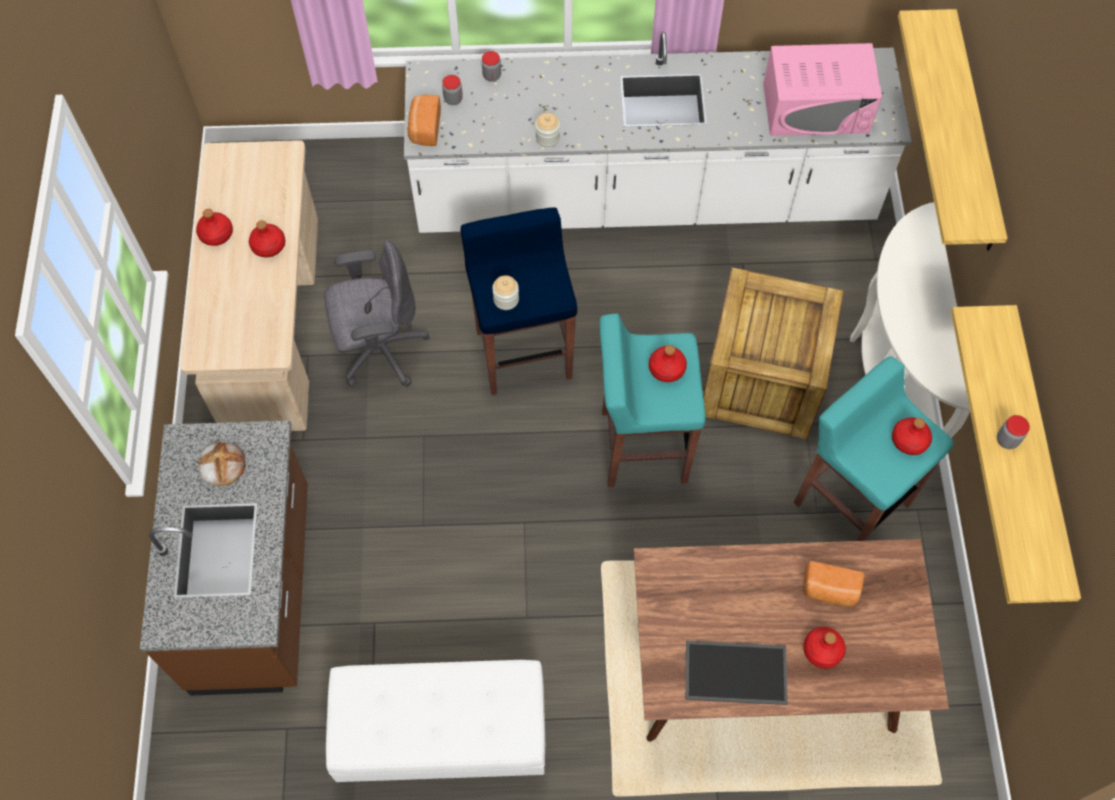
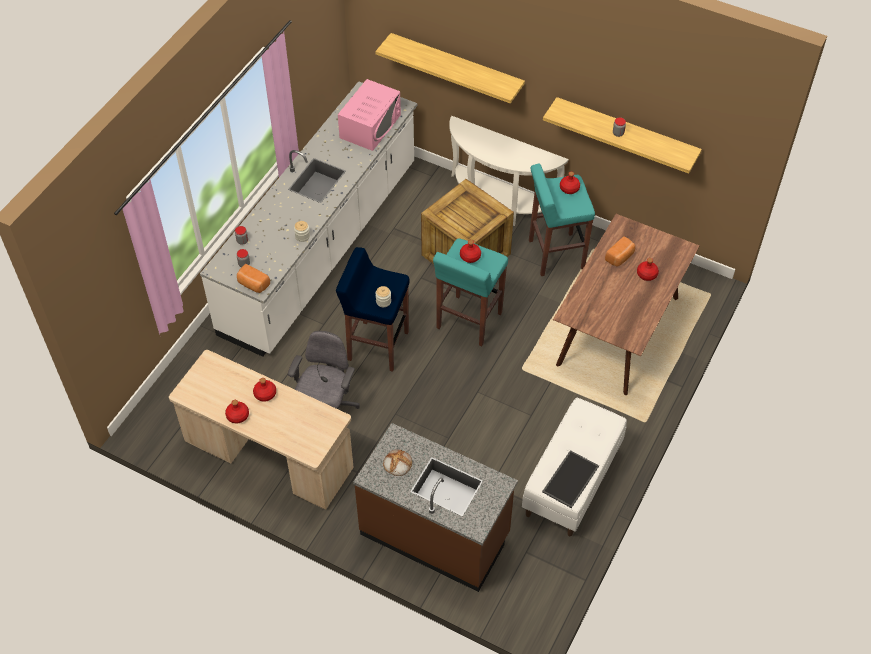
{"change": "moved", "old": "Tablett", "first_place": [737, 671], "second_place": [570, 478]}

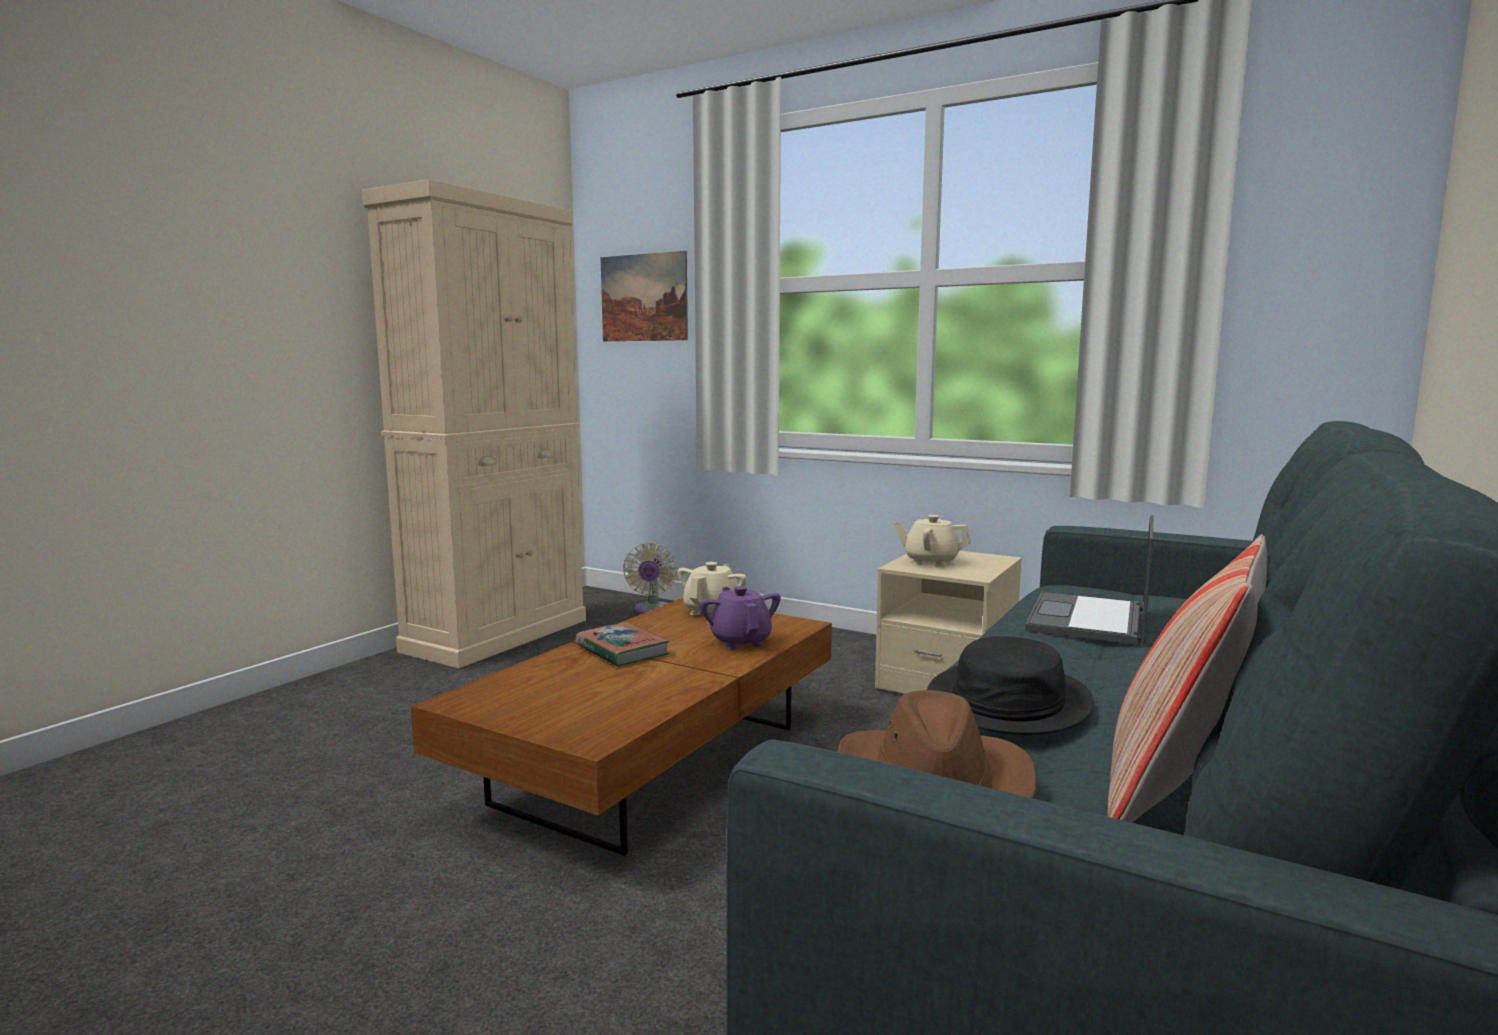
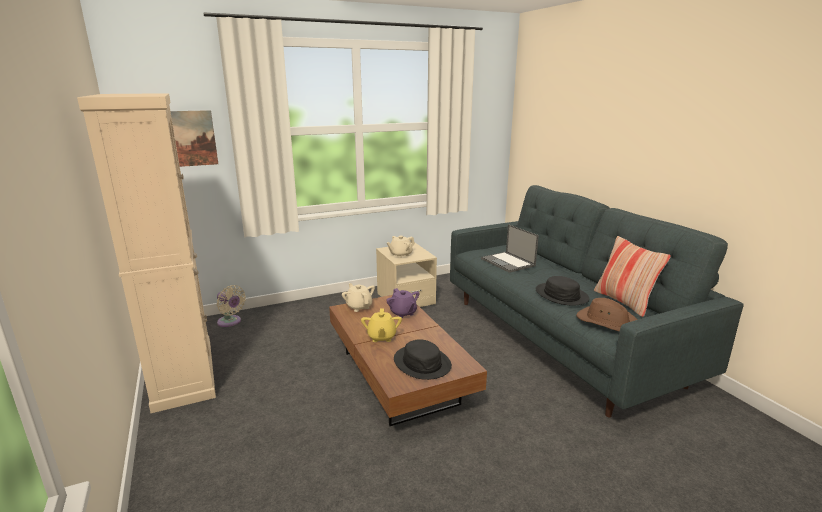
{"change": "replaced", "old": "Buch", "new": "Teekanne (gelb)", "first_place": [622, 650], "second_place": [381, 337]}
{"change": "turned", "old": "Teekanne (lila)", "first_place": [740, 641], "second_place": [403, 313], "degrees": -135}
{"change": "added", "new": "Hut (schwarz)", "second_place": [422, 363]}

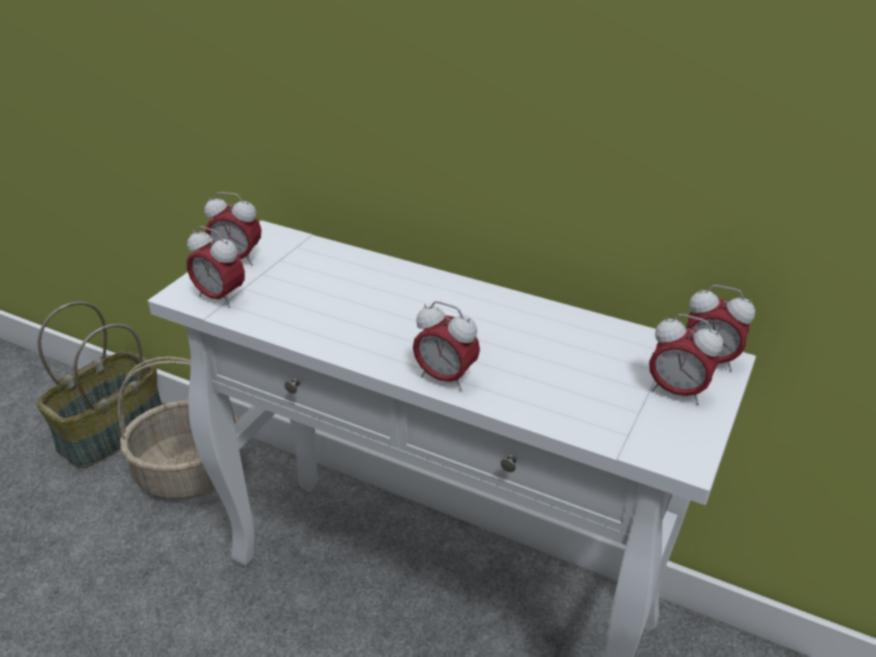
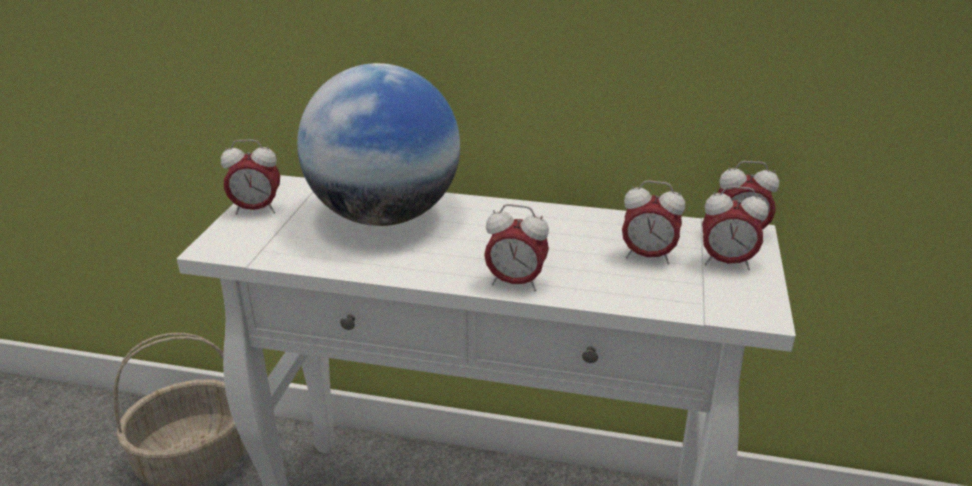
{"change": "added", "new": "Globus", "second_place": [384, 215]}
{"change": "moved", "old": "Wecker", "first_place": [220, 297], "second_place": [647, 256]}
{"change": "removed", "old": "Korb", "first_place": [112, 433]}

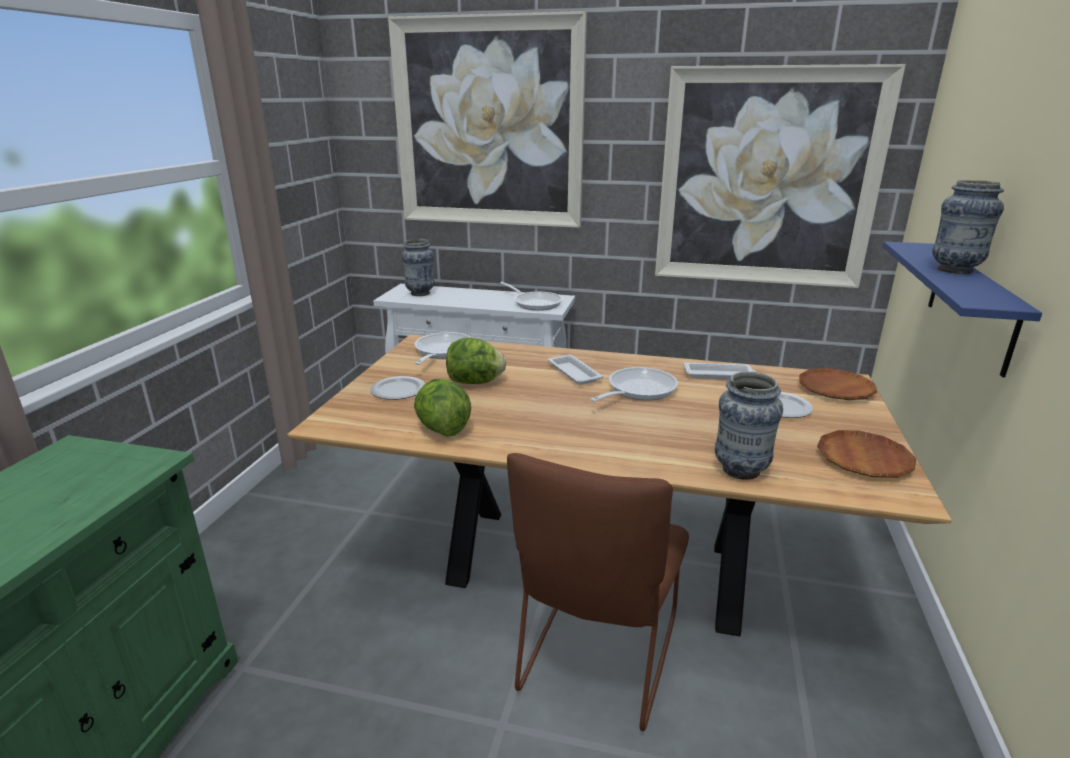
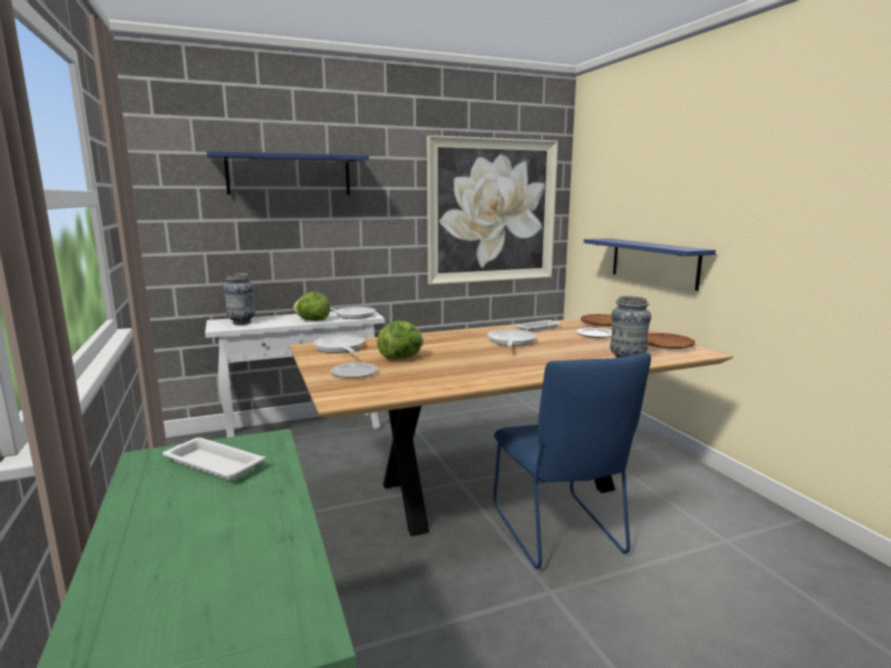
{"change": "moved", "old": "Tablett (weiß)", "first_place": [573, 373], "second_place": [212, 464]}
{"change": "replaced", "old": "Bild", "new": "Wandregal (blau)", "first_place": [489, 124], "second_place": [289, 175]}
{"change": "moved", "old": "Salatkopf", "first_place": [442, 429], "second_place": [312, 320]}
{"change": "recoloured", "old": "Stuhl (braun)", "new": "Stuhl (blau)", "first_place": [597, 659], "second_place": [559, 533]}
{"change": "removed", "old": "Vase", "first_place": [955, 270]}

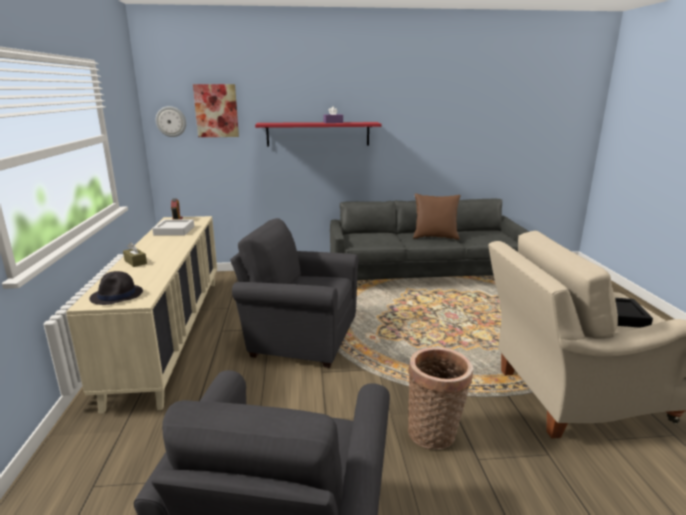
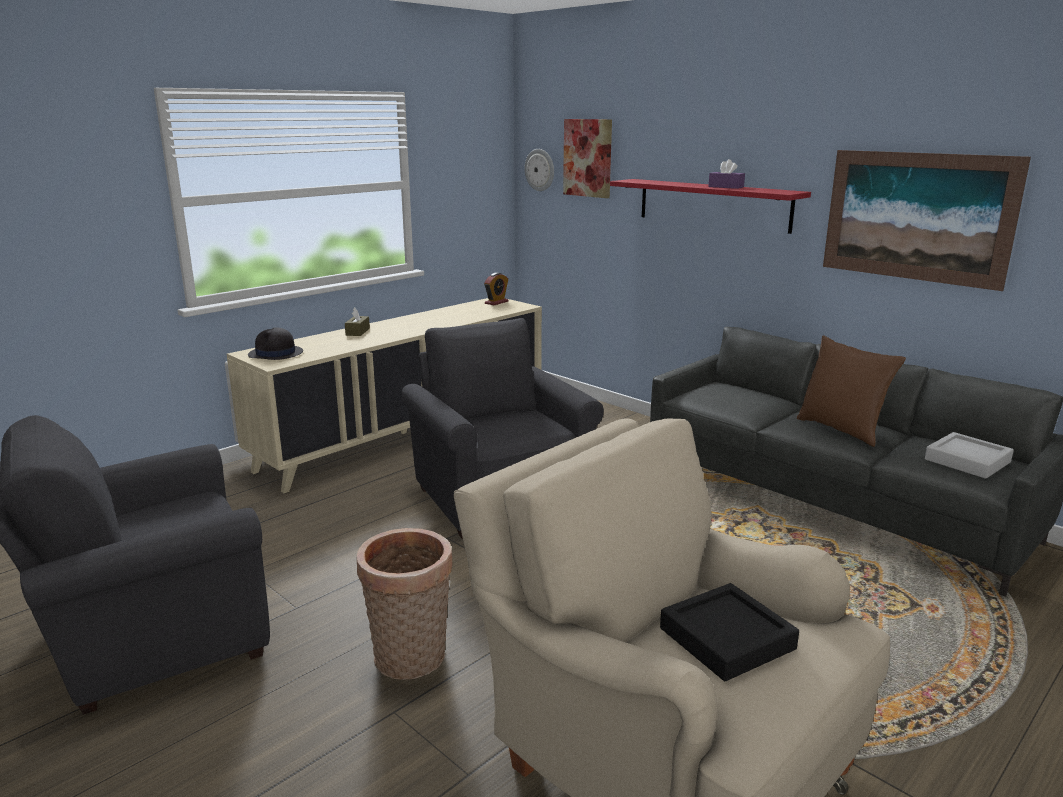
{"change": "added", "new": "Bild", "second_place": [917, 216]}
{"change": "moved", "old": "Tablett (grau)", "first_place": [174, 231], "second_place": [967, 461]}

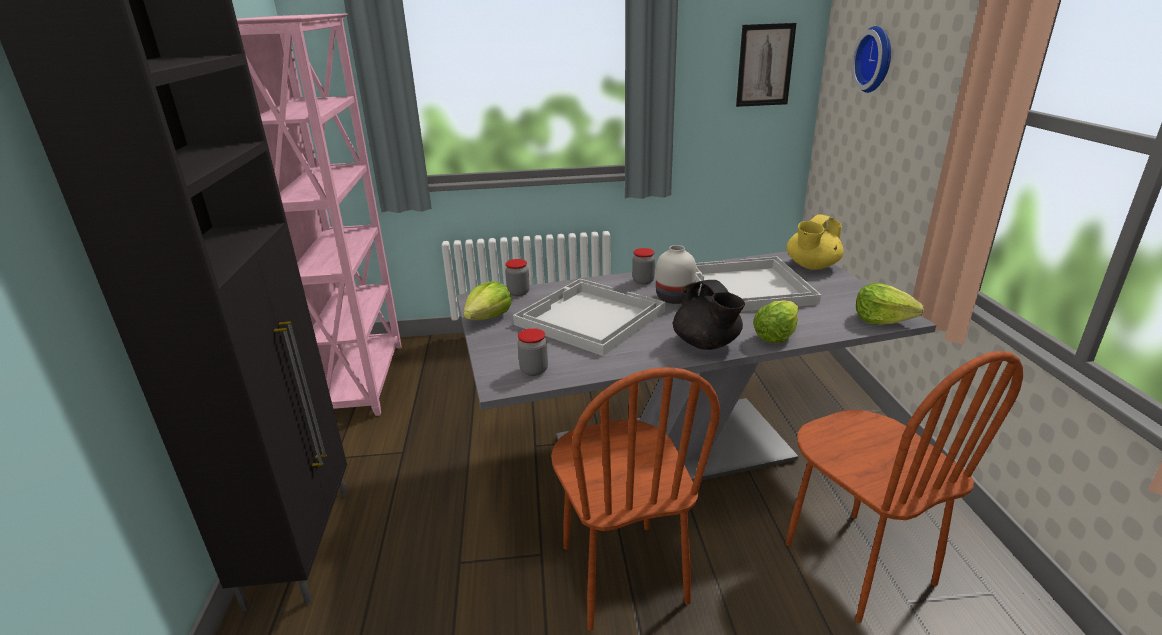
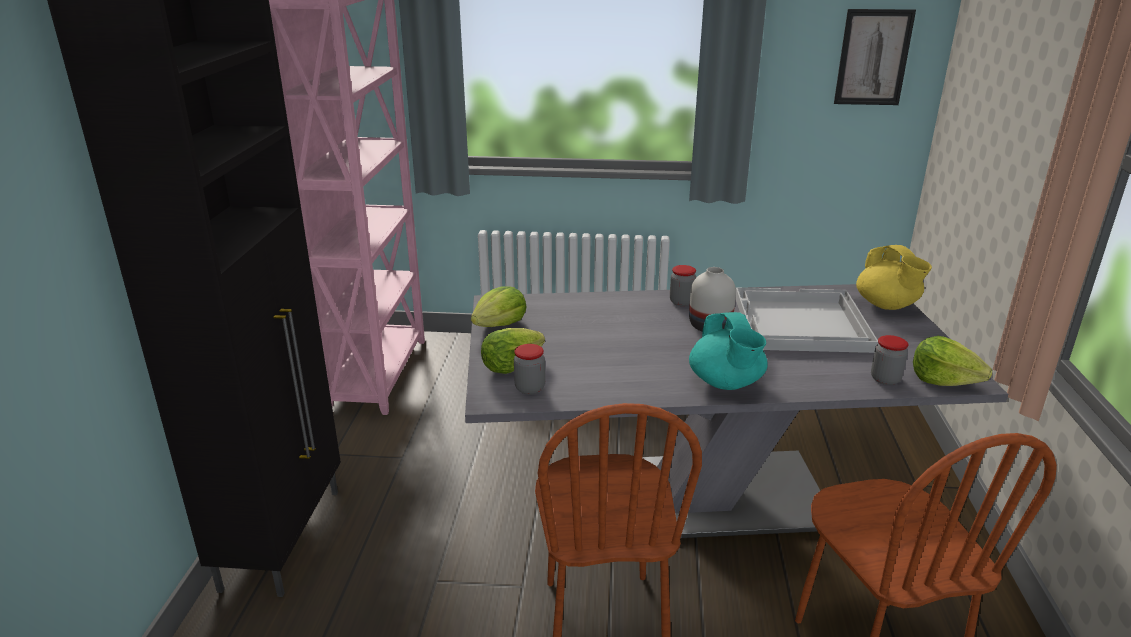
{"change": "moved", "old": "Salatkopf", "first_place": [775, 336], "second_place": [510, 366]}
{"change": "recoloured", "old": "Teekanne (schwarz)", "new": "Teekanne (türkis)", "first_place": [707, 344], "second_place": [726, 383]}
{"change": "turned", "old": "Teekanne (gelb)", "first_place": [811, 266], "second_place": [887, 305], "degrees": -75}
{"change": "moved", "old": "Vorratsglas", "first_place": [518, 292], "second_place": [885, 379]}
{"change": "removed", "old": "Tablett (weiß)", "first_place": [588, 318]}
{"change": "removed", "old": "Wanduhr", "first_place": [876, 59]}

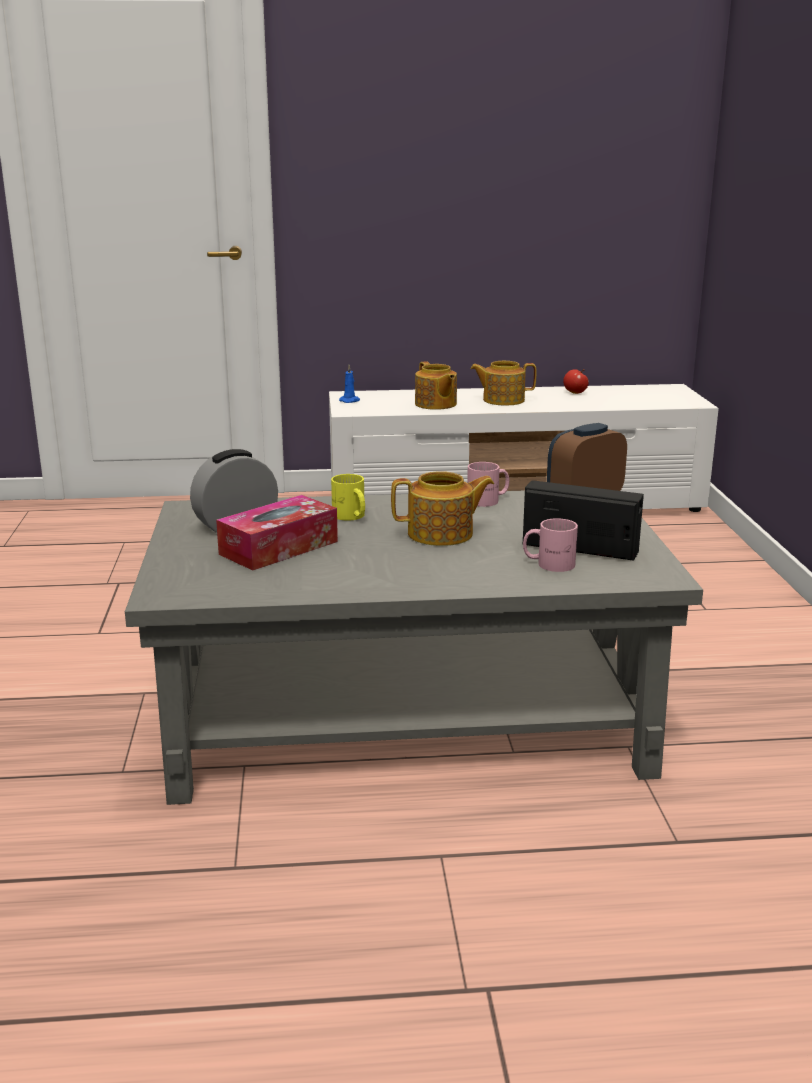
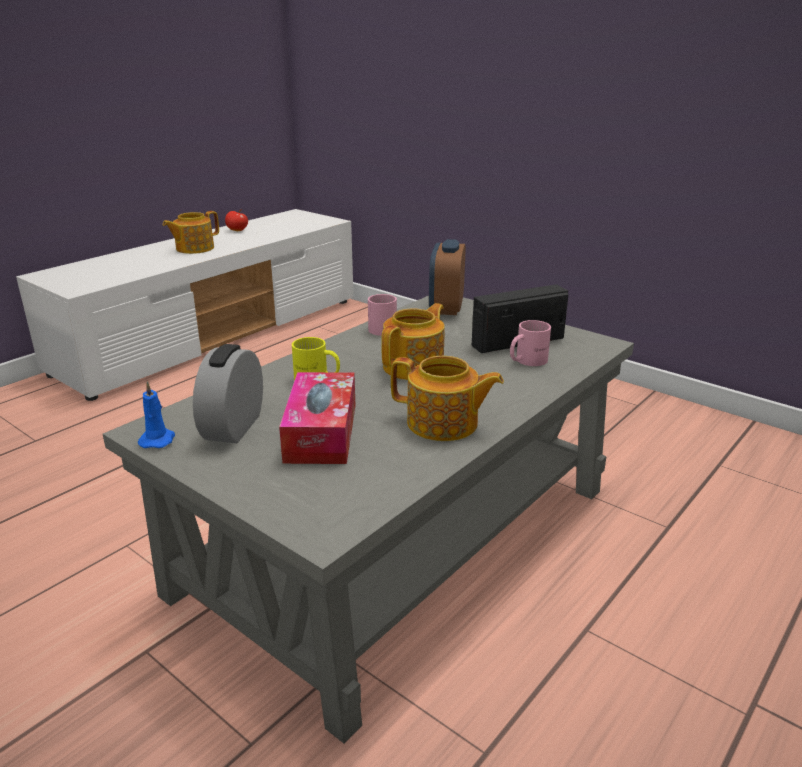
{"change": "moved", "old": "Kerze (blau)", "first_place": [350, 401], "second_place": [158, 439]}
{"change": "moved", "old": "Teekanne", "first_place": [435, 404], "second_place": [443, 424]}

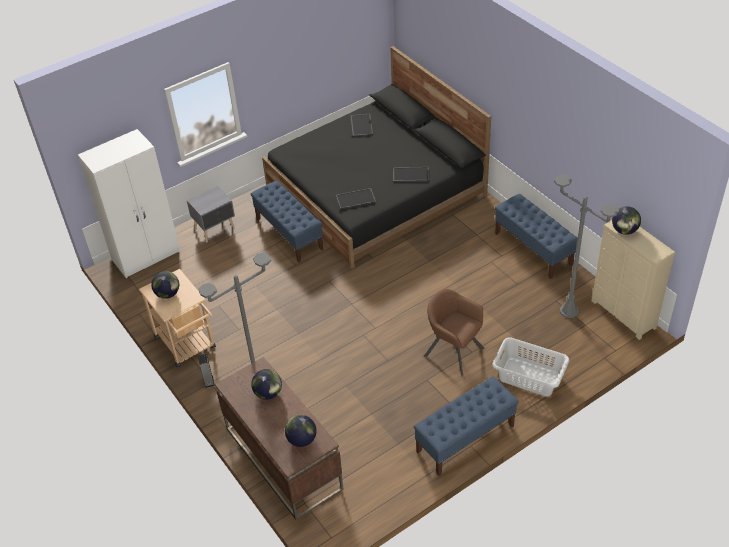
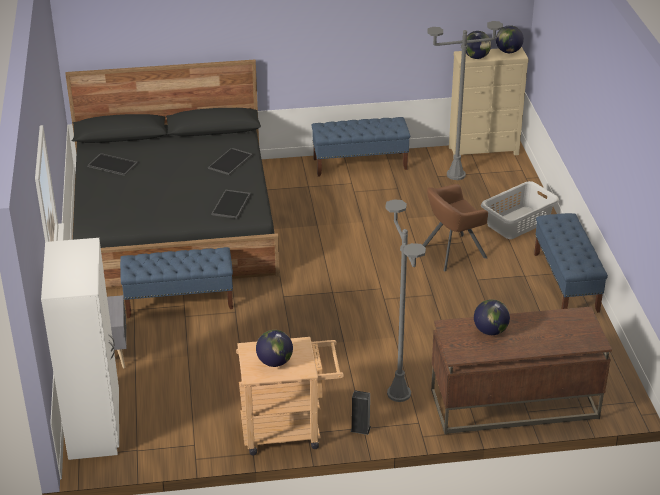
{"change": "moved", "old": "Globus", "first_place": [302, 439], "second_place": [508, 51]}

